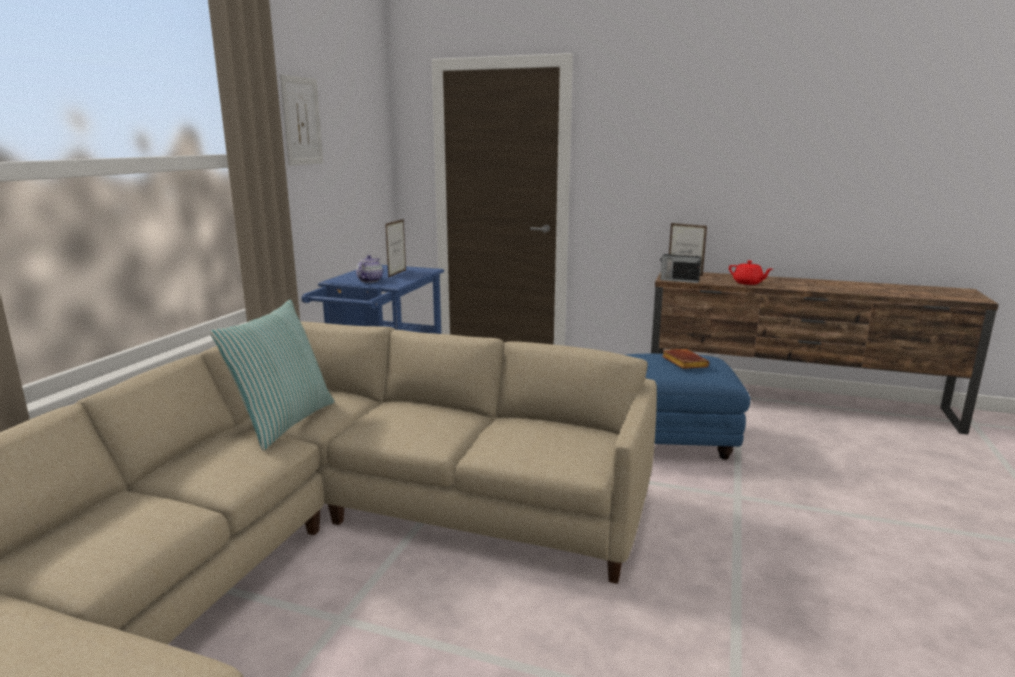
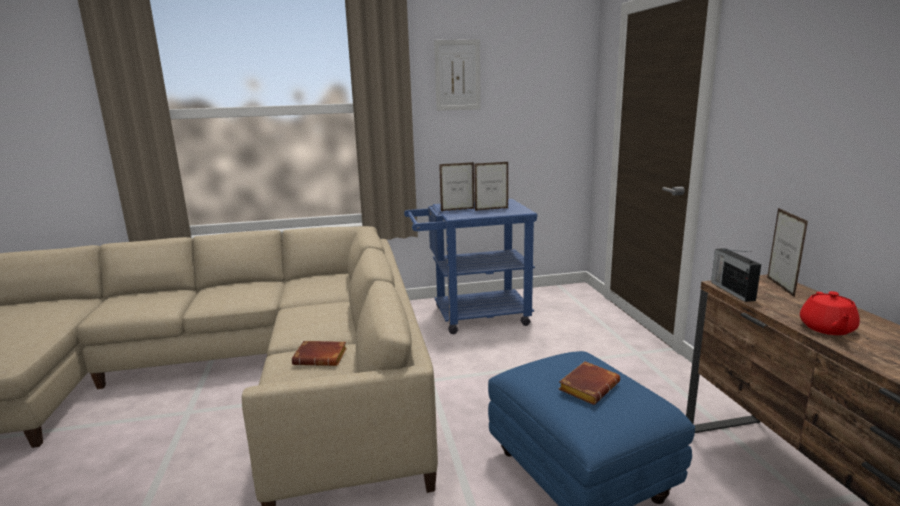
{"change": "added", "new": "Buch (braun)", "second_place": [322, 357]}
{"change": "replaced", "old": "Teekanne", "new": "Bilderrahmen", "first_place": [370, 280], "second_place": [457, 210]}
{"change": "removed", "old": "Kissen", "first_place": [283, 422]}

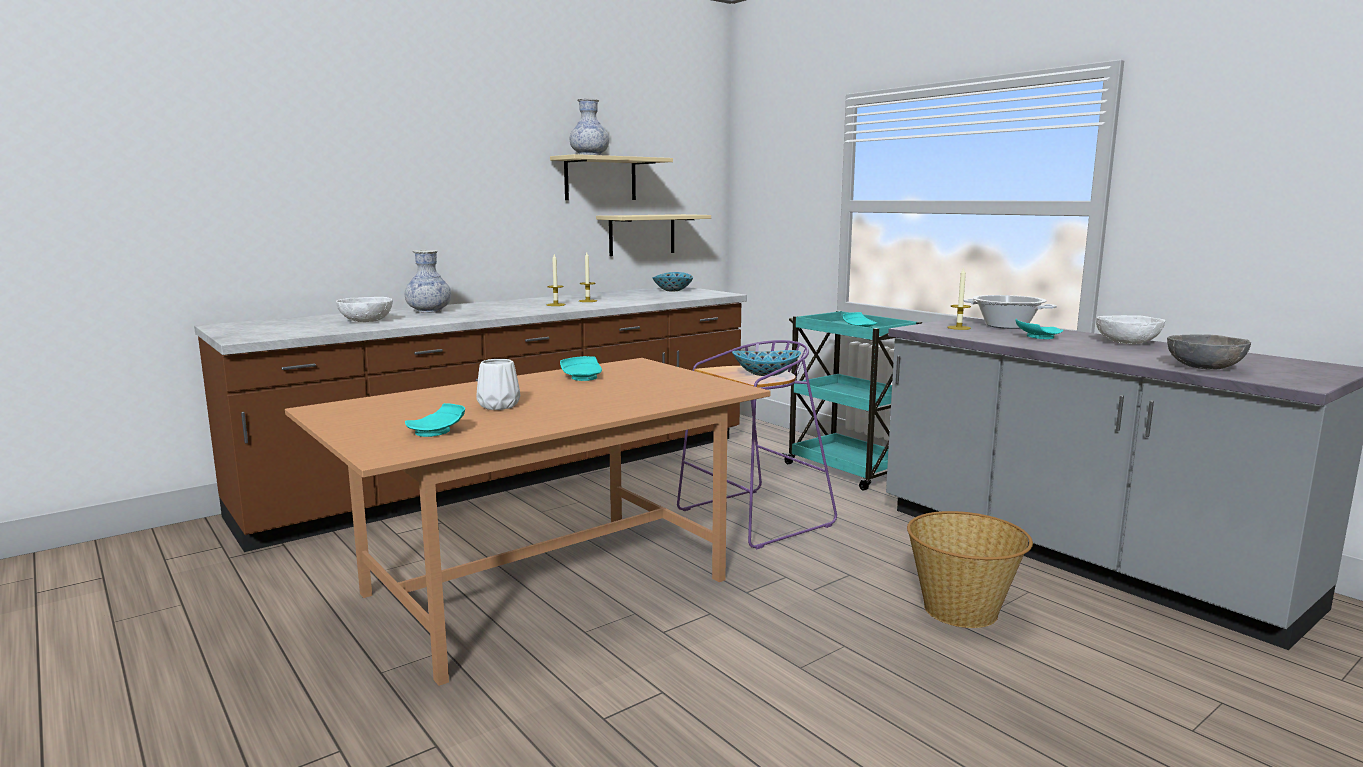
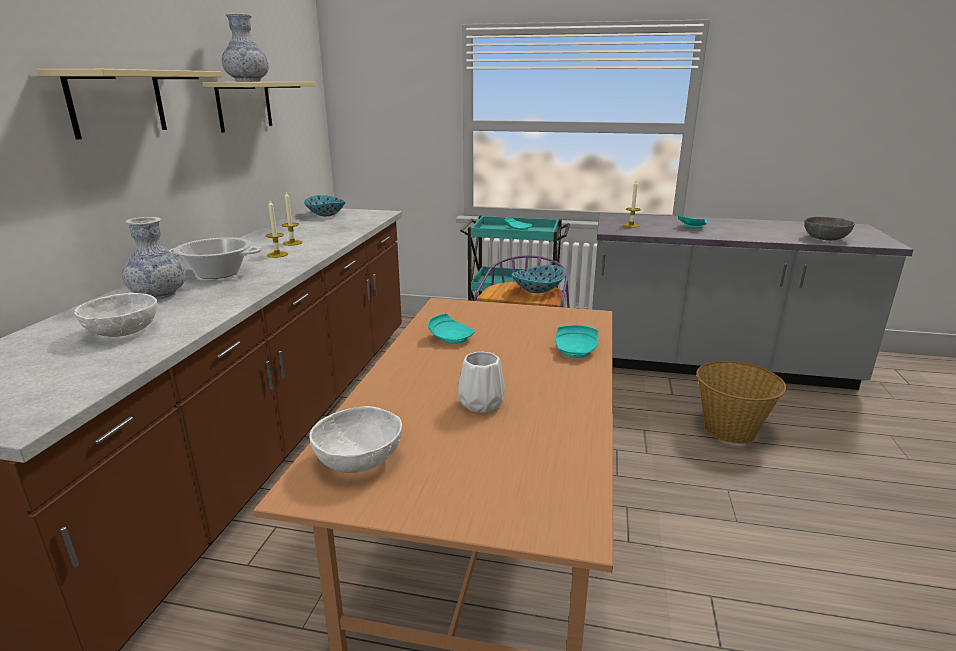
{"change": "moved", "old": "Wandregal (beige)", "first_place": [642, 234], "second_place": [117, 102]}
{"change": "moved", "old": "Kochtopf", "first_place": [1006, 326], "second_place": [218, 273]}
{"change": "moved", "old": "Schüssel (weiß)", "first_place": [1127, 343], "second_place": [359, 459]}
{"change": "moved", "old": "Teller (türkis)", "first_place": [437, 431], "second_place": [576, 350]}

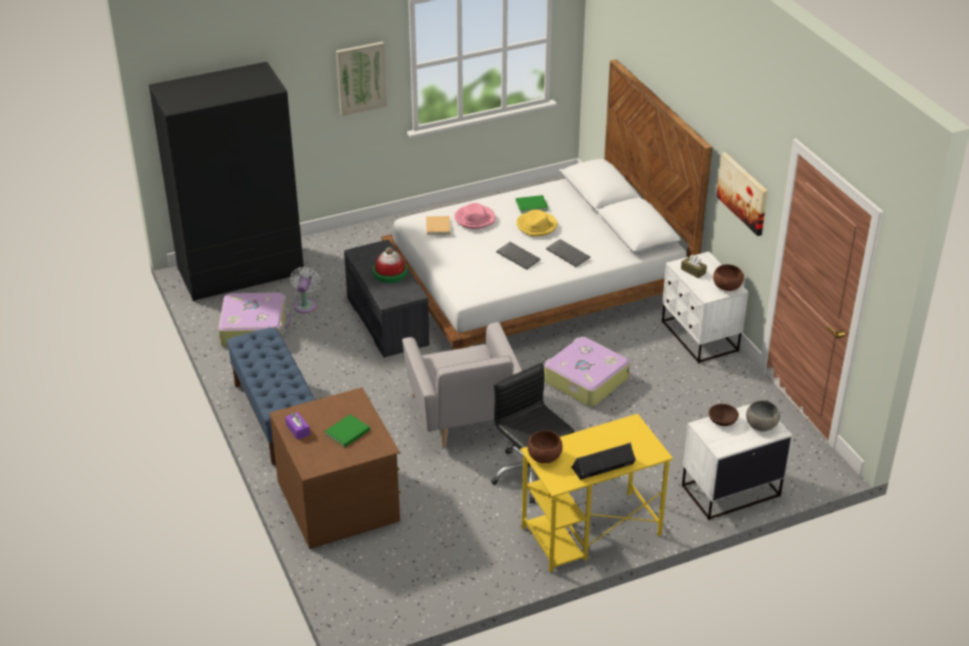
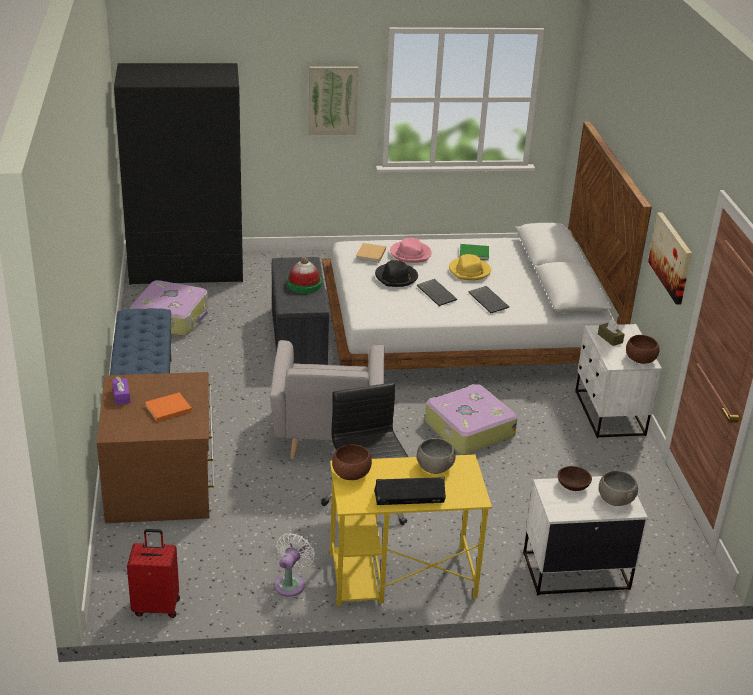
{"change": "added", "new": "Koffer (rot)", "second_place": [156, 606]}
{"change": "recoloured", "old": "Buch (grün)", "new": "Buch (orange)", "first_place": [346, 432], "second_place": [167, 409]}
{"change": "moved", "old": "Ventilator (weiß)", "first_place": [305, 305], "second_place": [291, 583]}
{"change": "added", "new": "Hut (schwarz)", "second_place": [396, 277]}
{"change": "added", "new": "Schüssel (grau)", "second_place": [434, 467]}

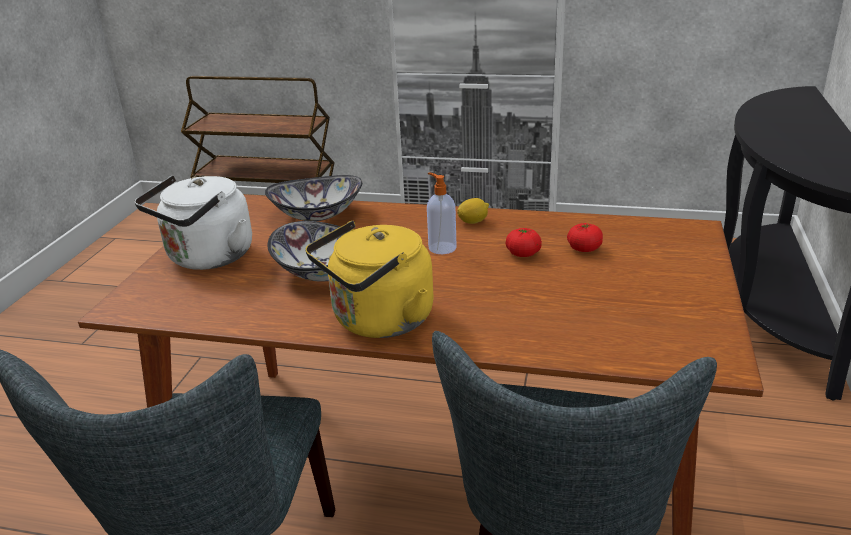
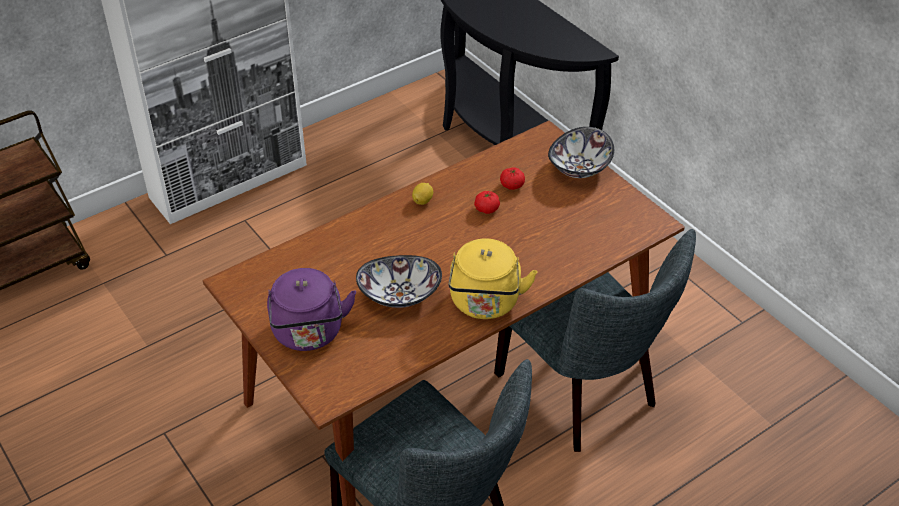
{"change": "recoloured", "old": "Wasserkessel (weiß)", "new": "Wasserkessel (lila)", "first_place": [207, 258], "second_place": [309, 334]}
{"change": "moved", "old": "Schüssel", "first_place": [317, 215], "second_place": [580, 168]}
{"change": "removed", "old": "Seifenspender", "first_place": [441, 248]}

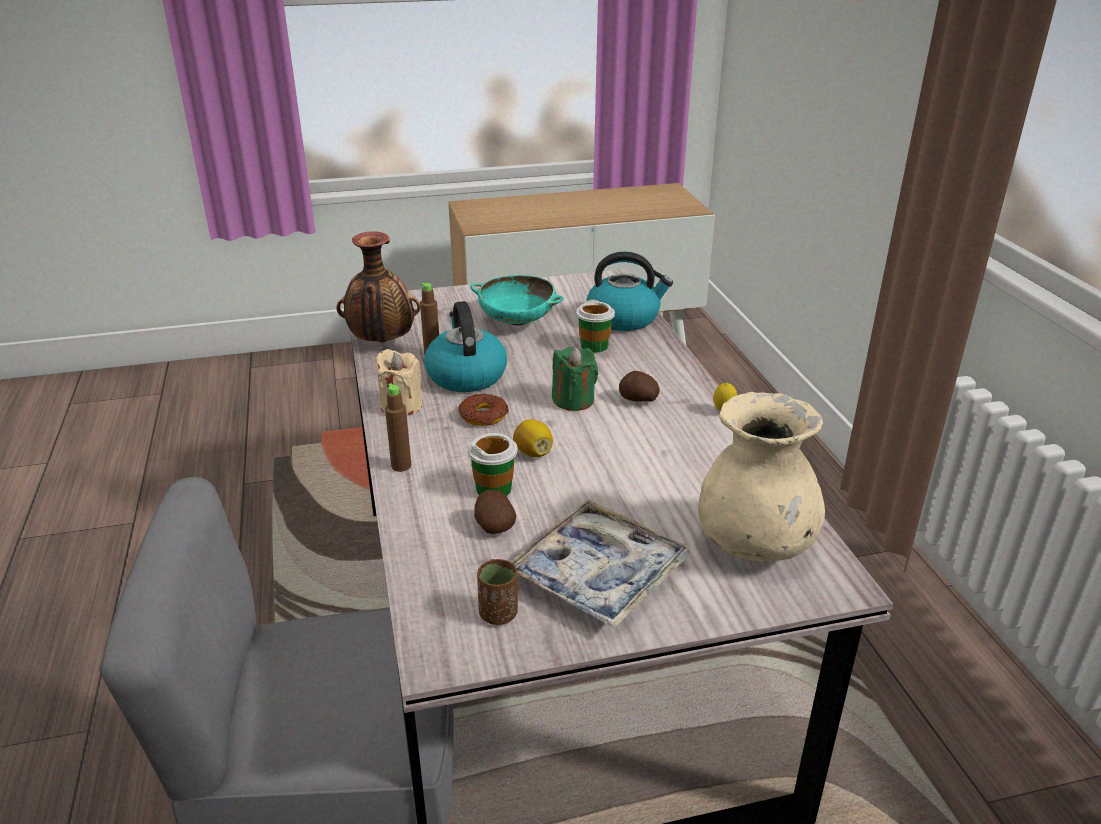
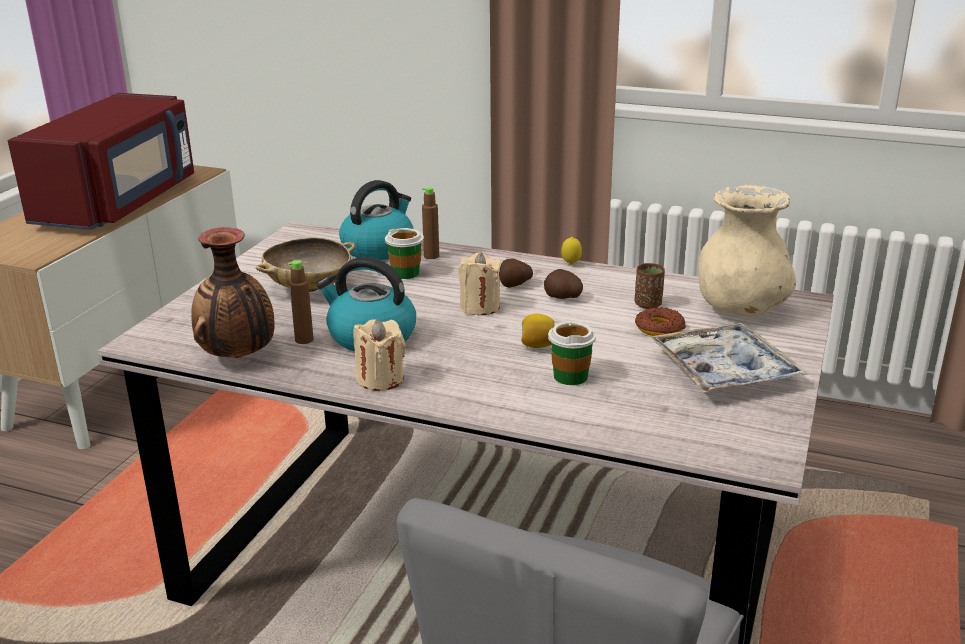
{"change": "added", "new": "Mikrowelle (rot)", "second_place": [120, 203]}
{"change": "recoloured", "old": "Schüssel (türkis)", "new": "Schüssel (beige)", "first_place": [517, 321], "second_place": [309, 288]}
{"change": "moved", "old": "Flasche (braun)", "first_place": [401, 466], "second_place": [431, 256]}
{"change": "recoloured", "old": "Kerze (grün)", "new": "Kerze (beige)", "first_place": [573, 400], "second_place": [480, 307]}
{"change": "moved", "old": "Kartoffel", "first_place": [493, 525], "second_place": [562, 298]}
{"change": "moved", "old": "Tasse (braun)", "first_place": [498, 614], "second_place": [648, 304]}
{"change": "moved", "old": "Donut", "first_place": [483, 415], "second_place": [659, 328]}

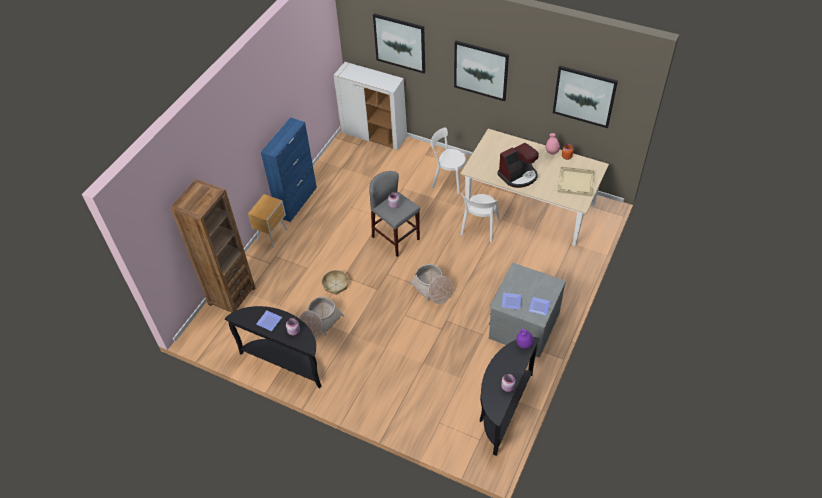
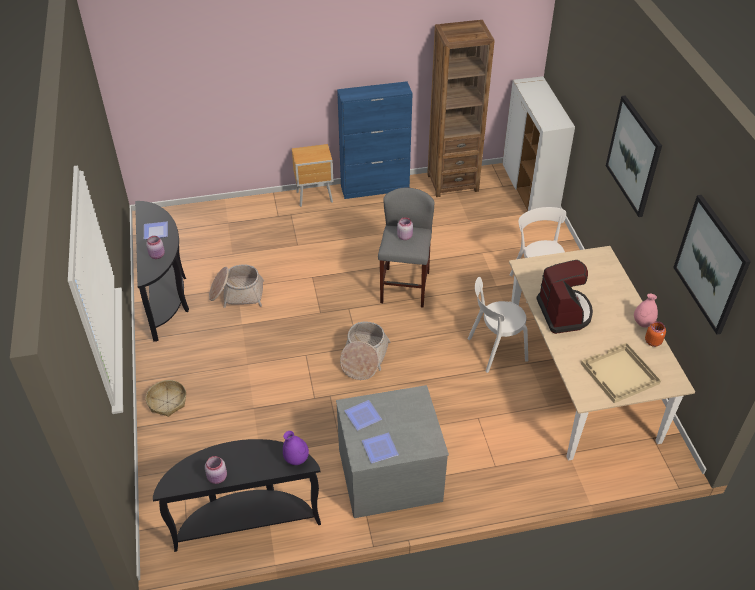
{"change": "moved", "old": "Korb", "first_place": [335, 284], "second_place": [167, 402]}
{"change": "moved", "old": "Bücherregal (braun)", "first_place": [231, 296], "second_place": [452, 183]}
{"change": "turned", "old": "Kaffeemaschine", "first_place": [518, 176], "second_place": [564, 312], "degrees": -120}
{"change": "removed", "old": "Bild", "first_place": [400, 43]}

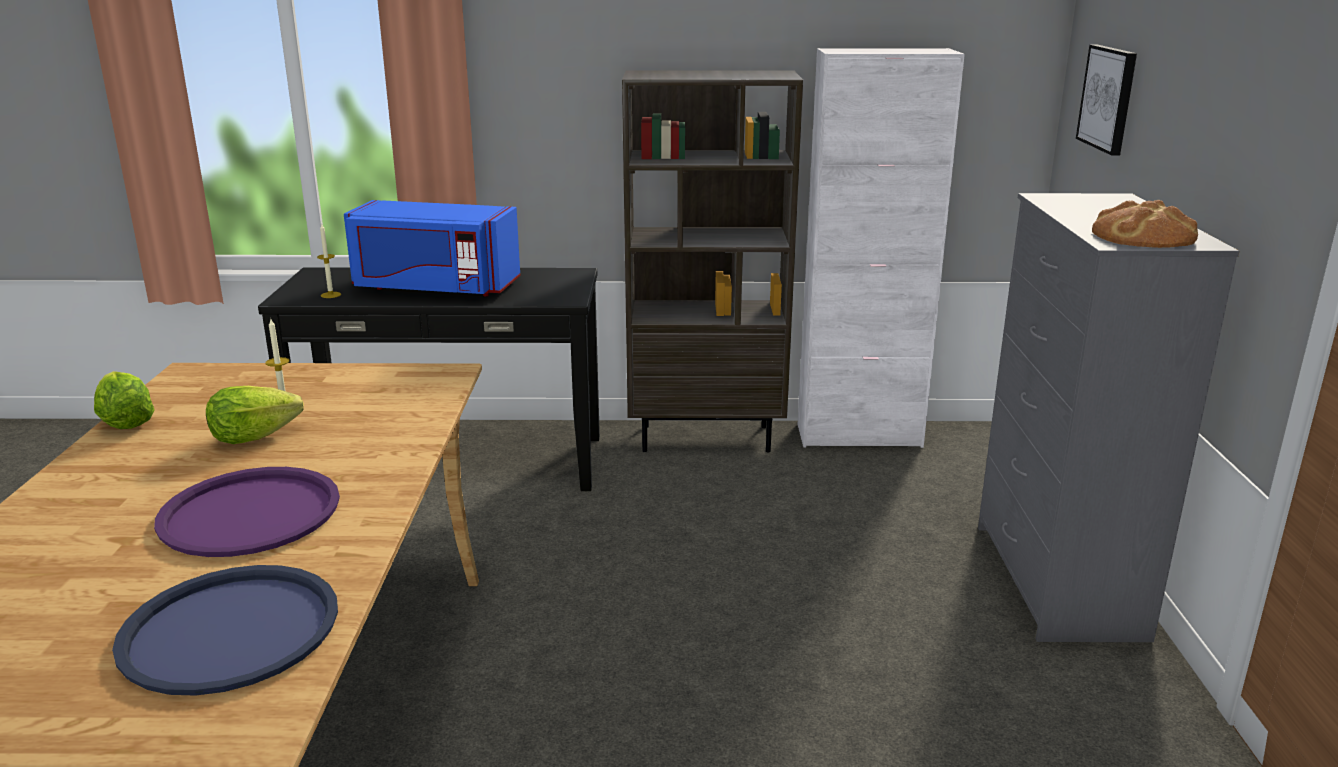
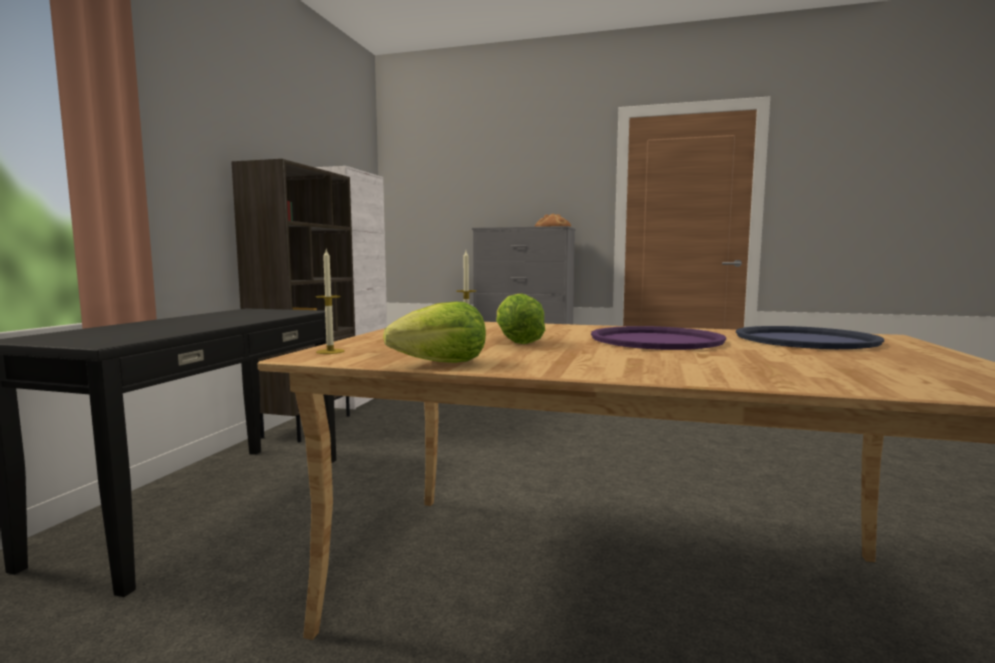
{"change": "moved", "old": "Kerze", "first_place": [330, 295], "second_place": [330, 351]}
{"change": "removed", "old": "Mikrowelle (blau)", "first_place": [434, 287]}
{"change": "removed", "old": "Bild", "first_place": [1108, 98]}

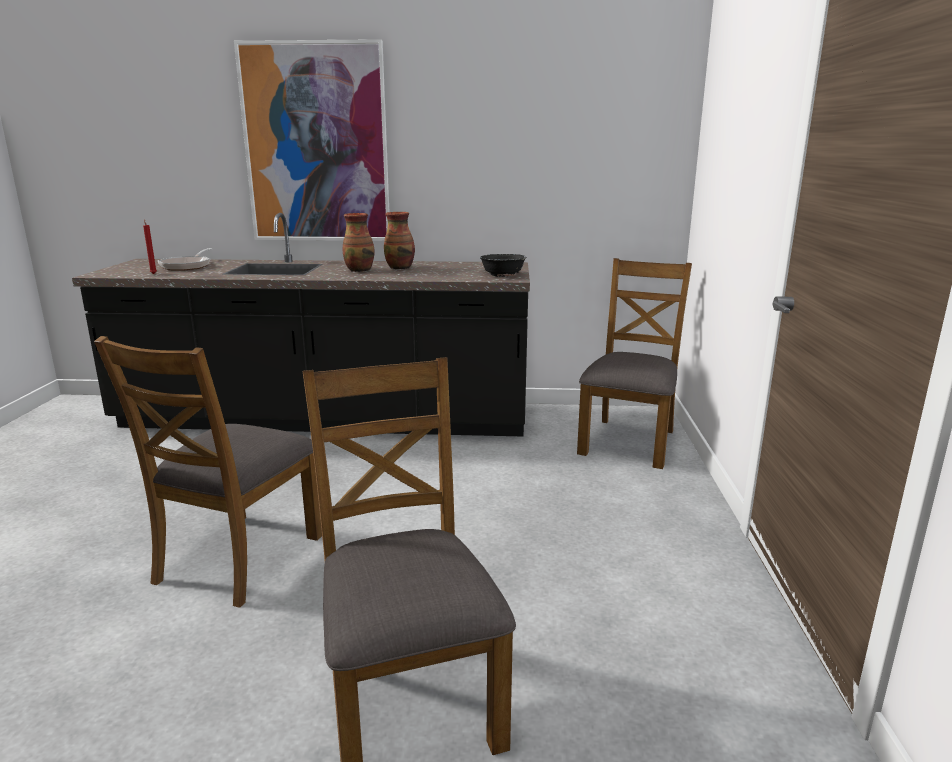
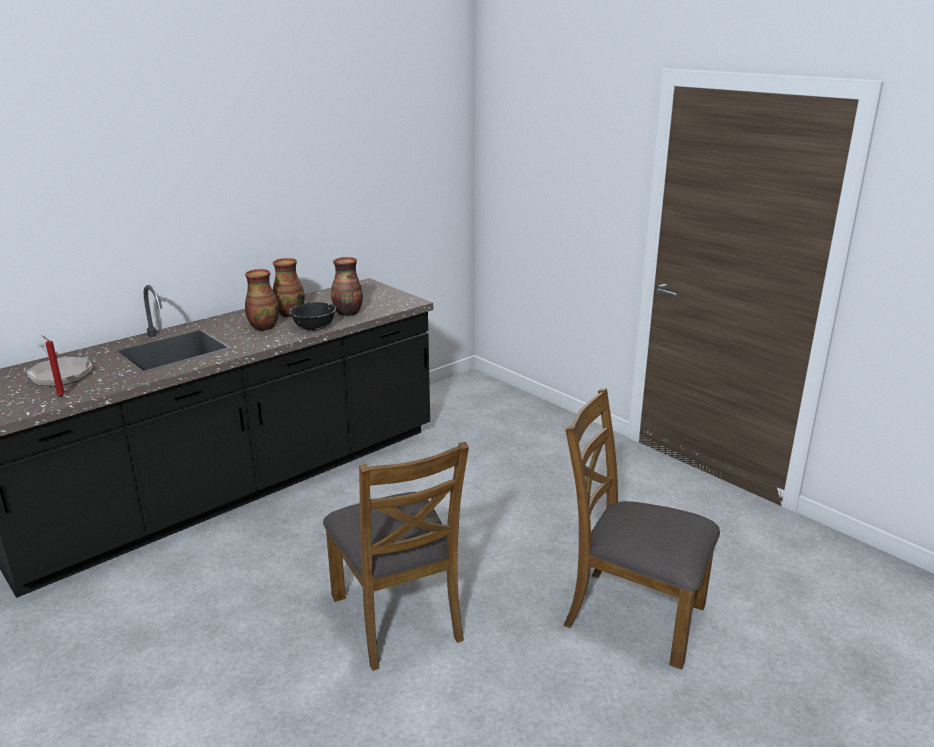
{"change": "moved", "old": "Schüssel (schwarz)", "first_place": [502, 275], "second_place": [314, 326]}
{"change": "added", "new": "Vase", "second_place": [348, 313]}
{"change": "removed", "old": "Bild", "first_place": [316, 144]}
{"change": "removed", "old": "Stuhl (braun)", "first_place": [629, 442]}

